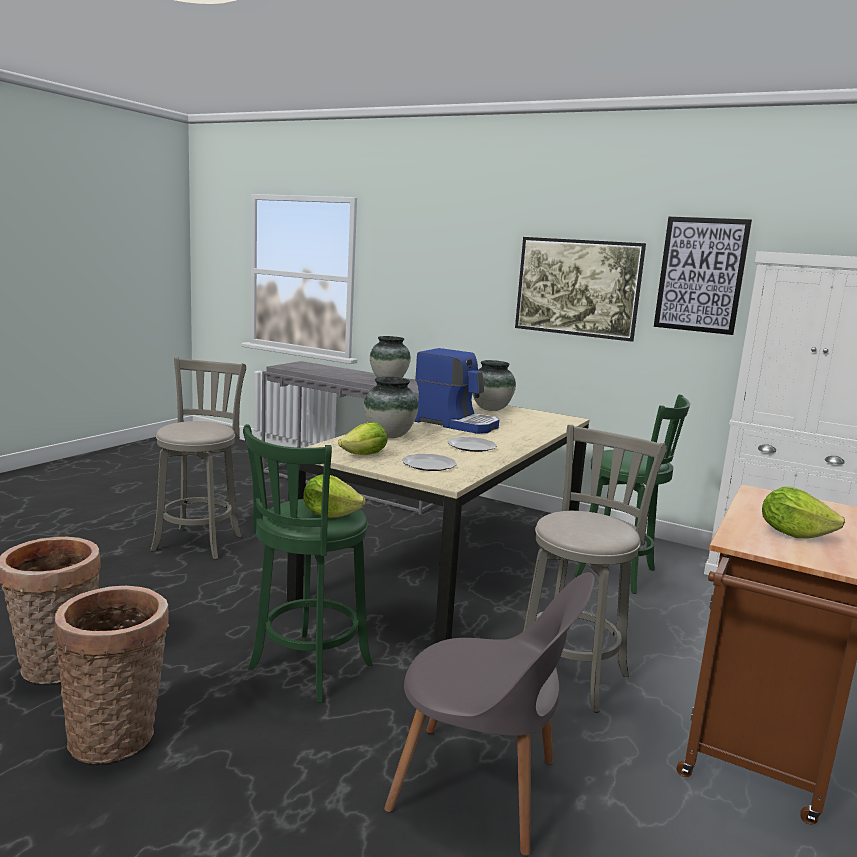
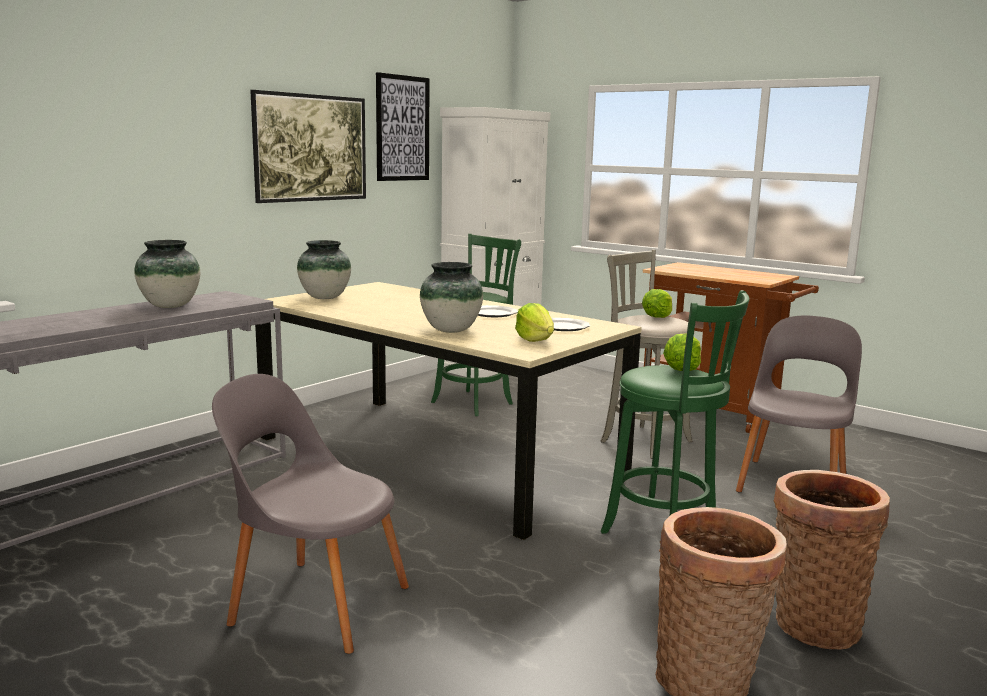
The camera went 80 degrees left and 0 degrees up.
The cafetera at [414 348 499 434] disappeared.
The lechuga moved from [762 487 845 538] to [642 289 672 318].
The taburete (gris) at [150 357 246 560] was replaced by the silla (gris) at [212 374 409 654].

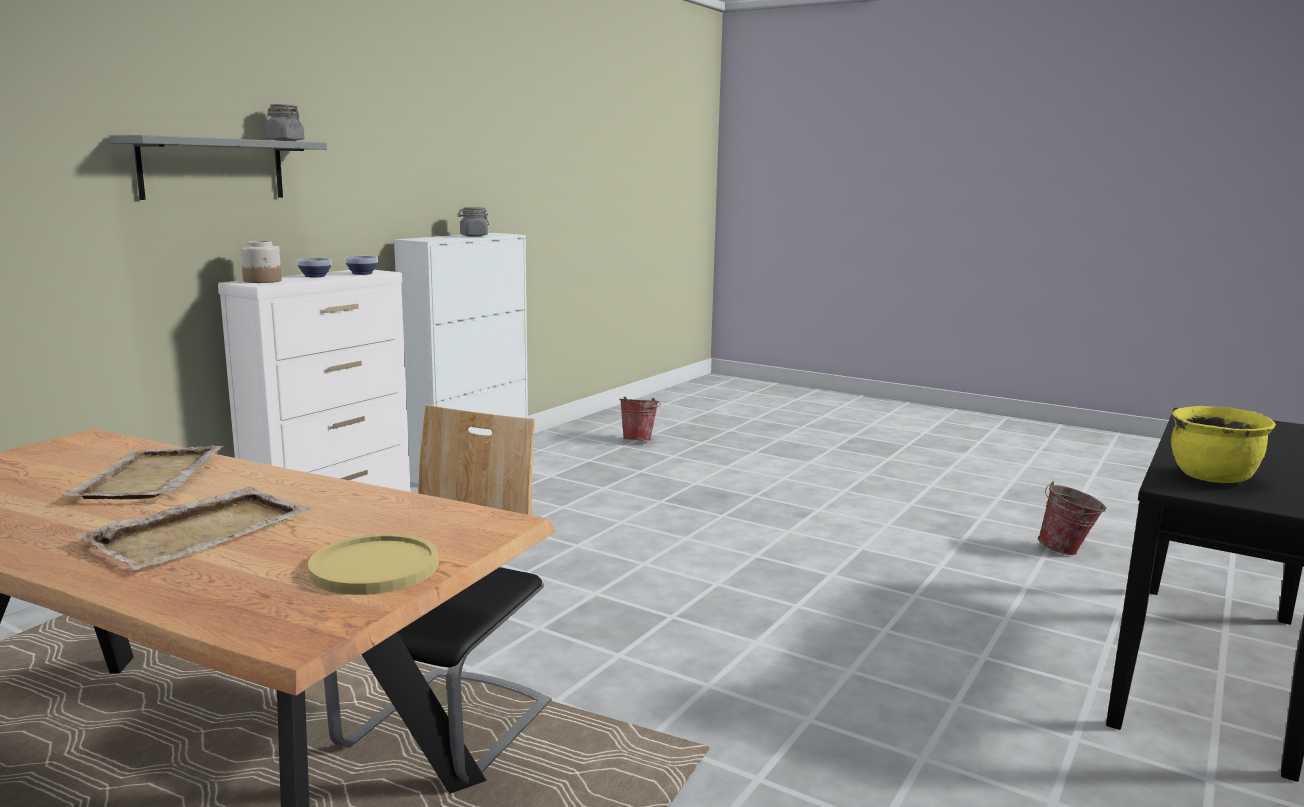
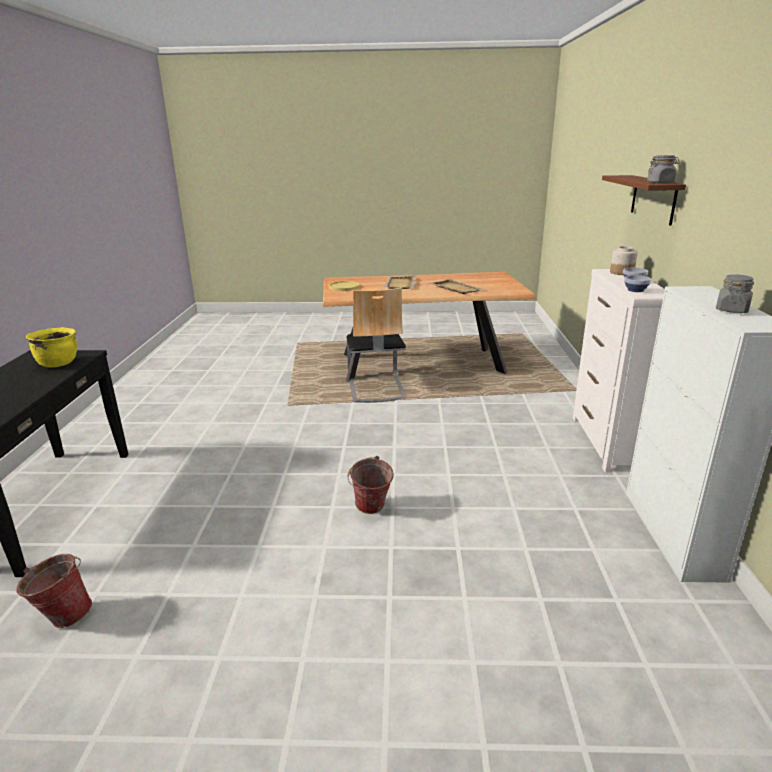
The camera went 150 degrees right and 10 degrees up.
The cubo moved from [619 397 661 441] to [347 456 394 514].
The estante (gris) at [110 135 327 200] became the estante (marrón) at [602 175 686 226].

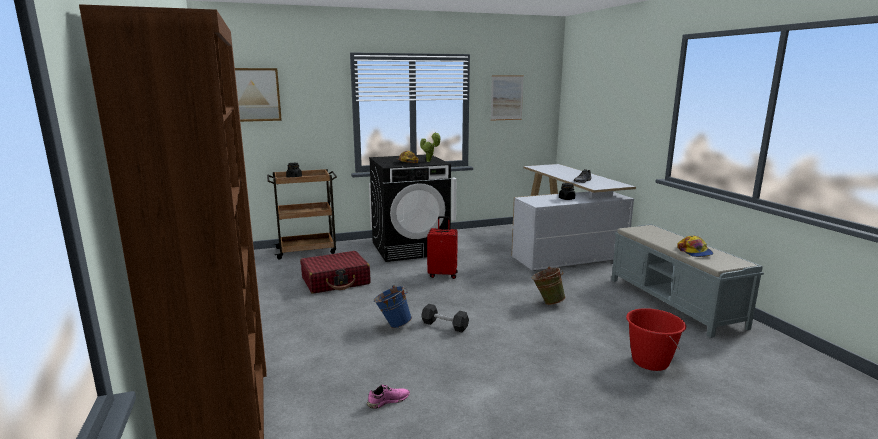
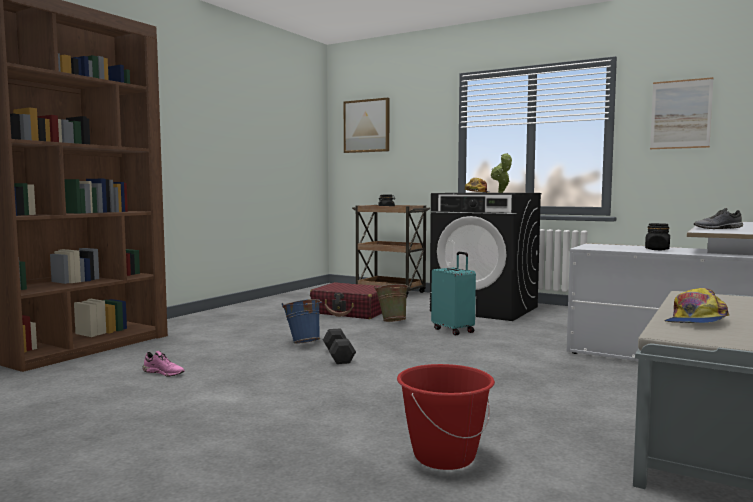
The camera went 50 degrees right and 10 degrees down.
The cubo (verde) moved from [532 266 566 305] to [375 284 409 322].
The maleta (rojo) at [427 216 458 279] became the maleta (turquesa) at [431 252 476 335].

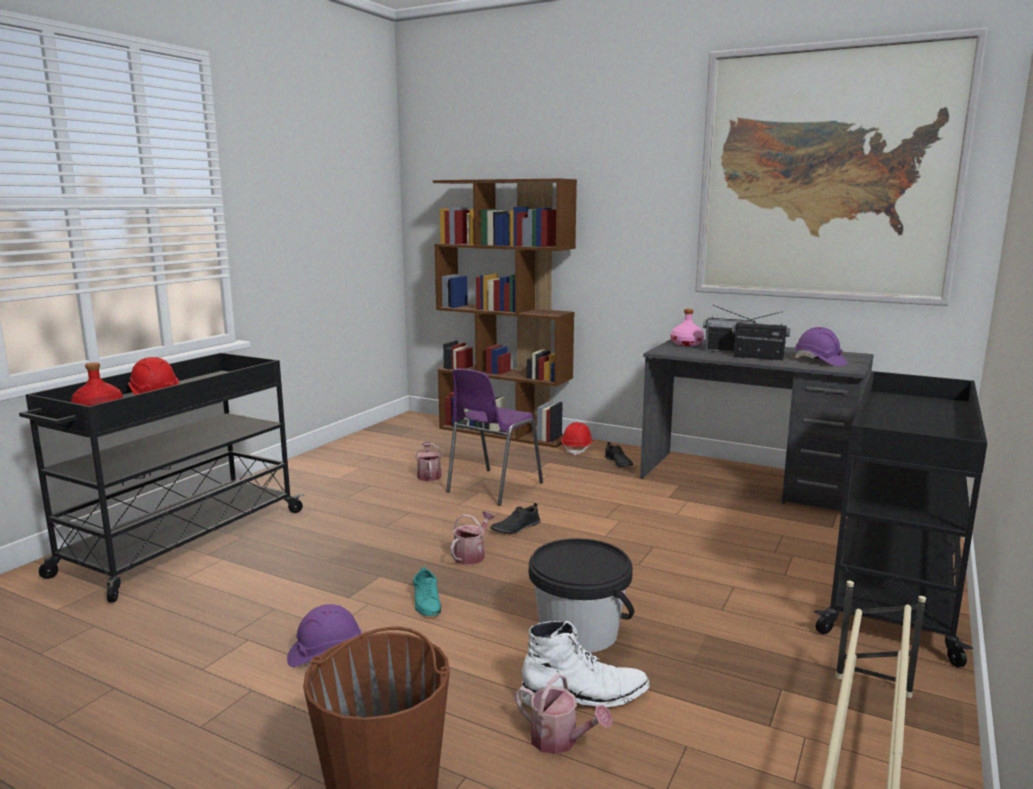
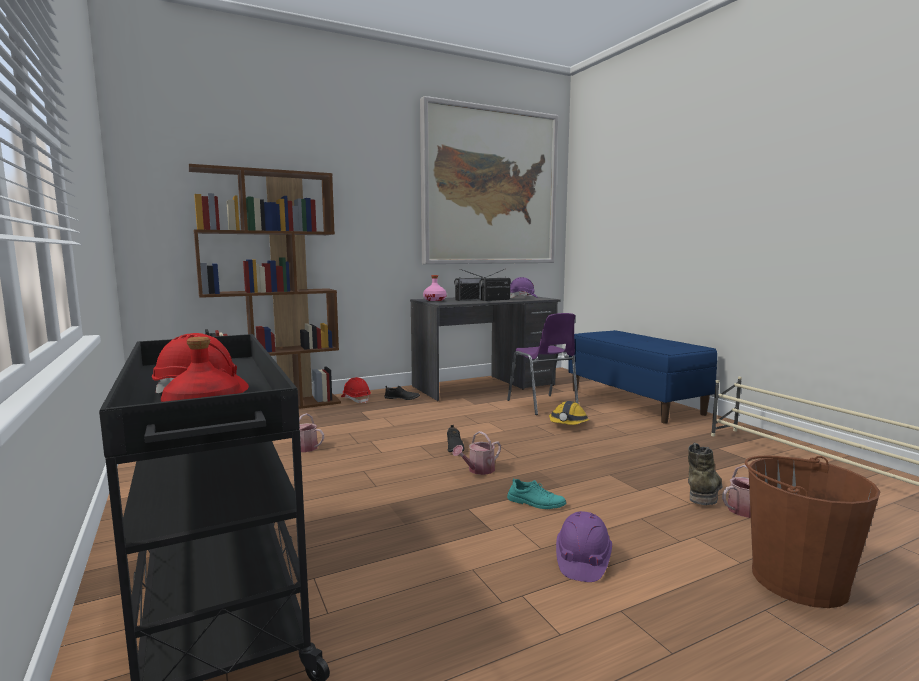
The camera went 55 degrees left and 5 degrees down.
The cubo (negro) at [529 538 634 653] disappeared.
The casco at [549 401 590 425] appeared.
The silla (morado) moved from [446 369 543 506] to [507 313 579 415].
The carrito (negro) at [814 371 987 667] was replaced by the banco (azul) at [568 330 717 424].
The bota (blanco) at [521 621 650 707] became the bota (verde) at [688 443 722 505].
The regadera at [450 511 494 565] turned 105 degrees counterclockwise.

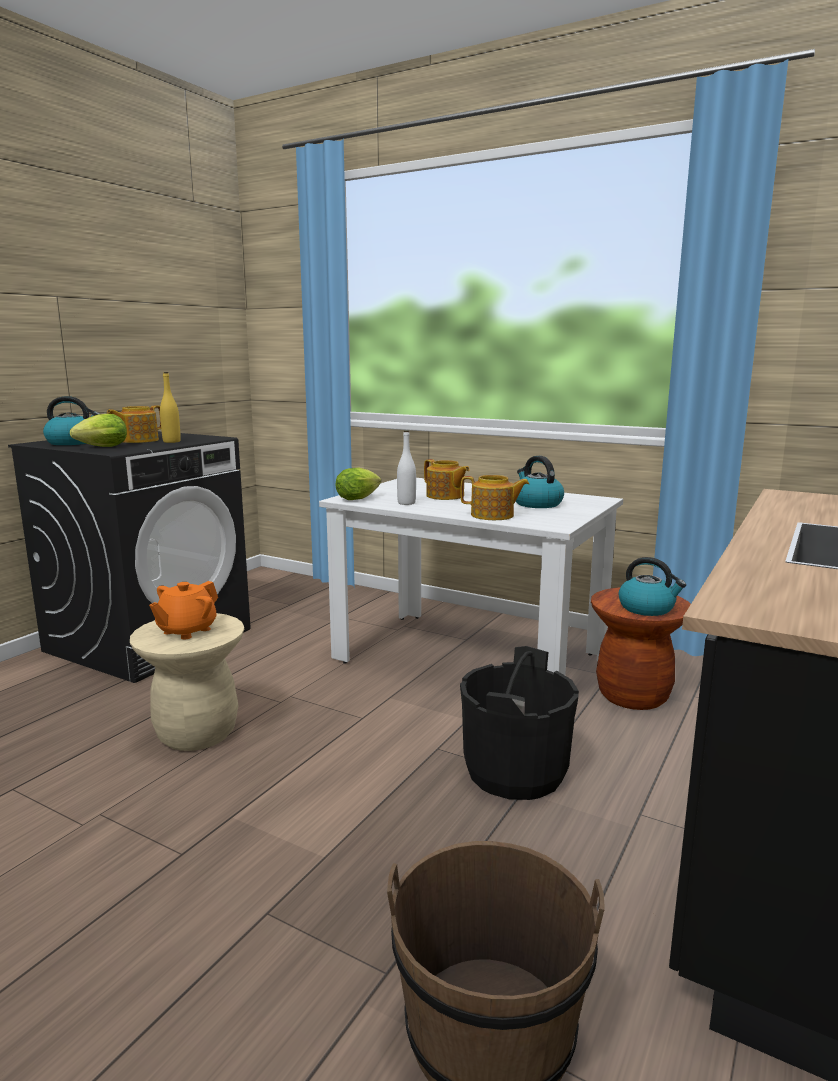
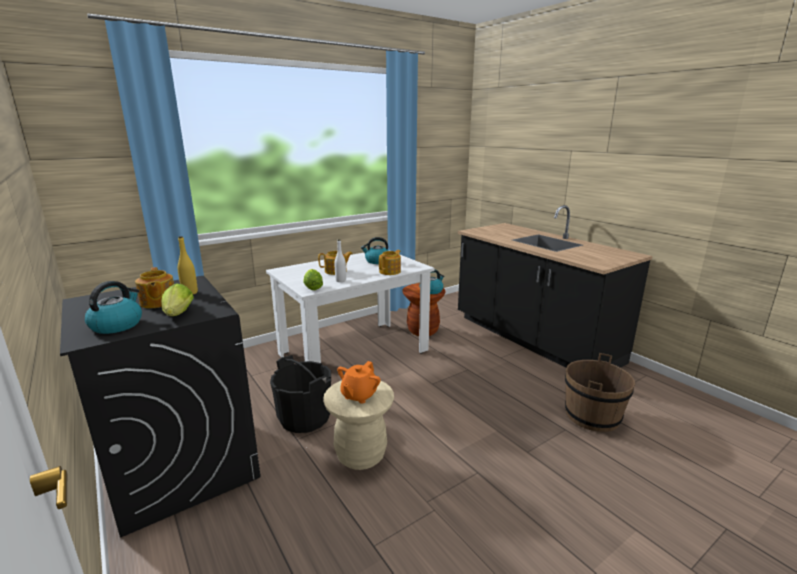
The camera went 65 degrees left and 5 degrees up.
The cubo (negro) moved from [460 646 579 800] to [270 355 331 433].
The tetera (naranja) at [149 581 218 639] turned 60 degrees clockwise.

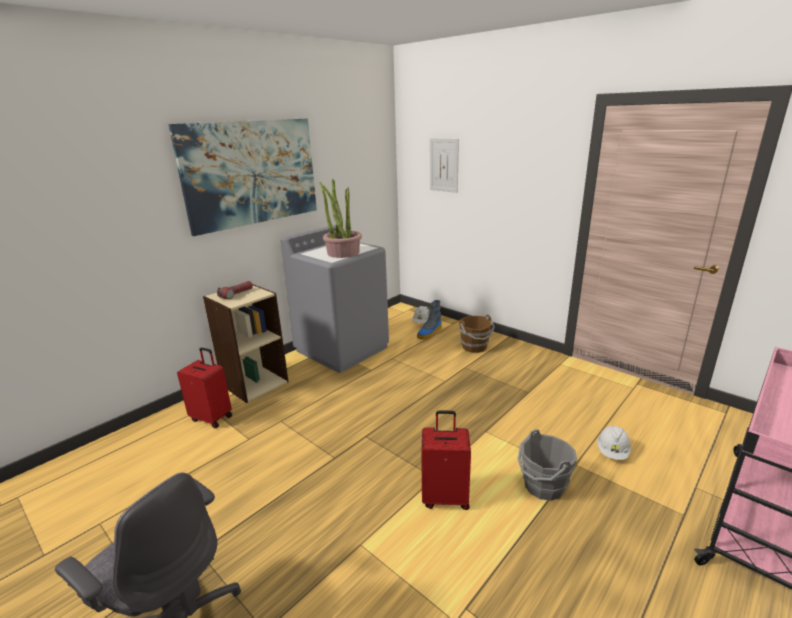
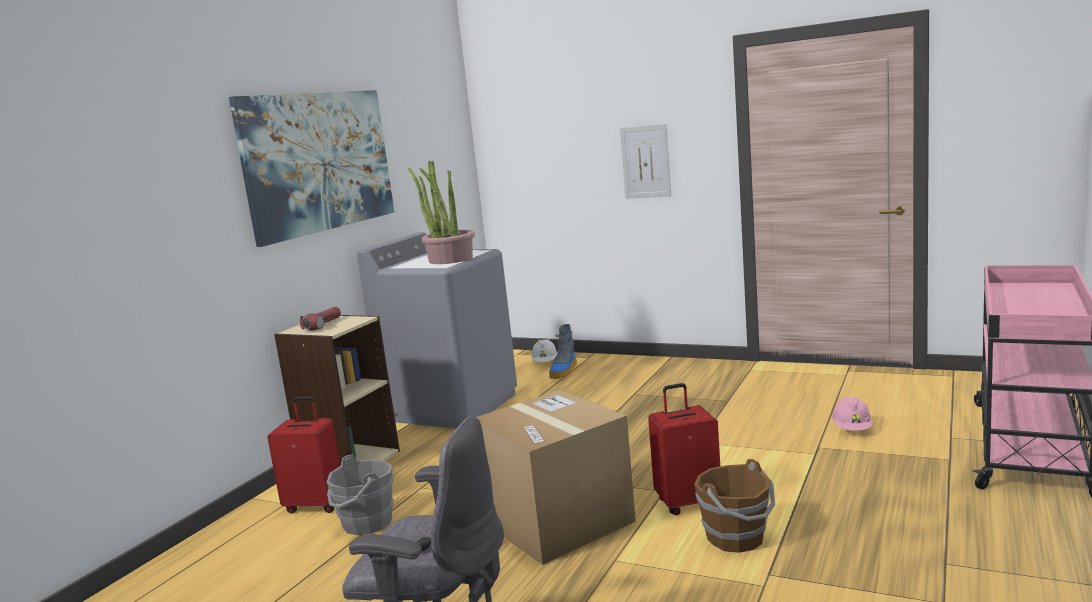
The camera went 15 degrees left and 10 degrees down.
The caja de cartón at [475 390 636 565] appeared.
The cuadro moved from [430 138 459 193] to [620 124 671 198].
The cubo (marrón) moved from [459 315 495 353] to [694 459 775 553].
The cubo (gris) moved from [518 429 577 501] to [327 454 394 535].
The casco (blanco) at [597 425 631 460] became the casco (rosa) at [832 397 872 431].

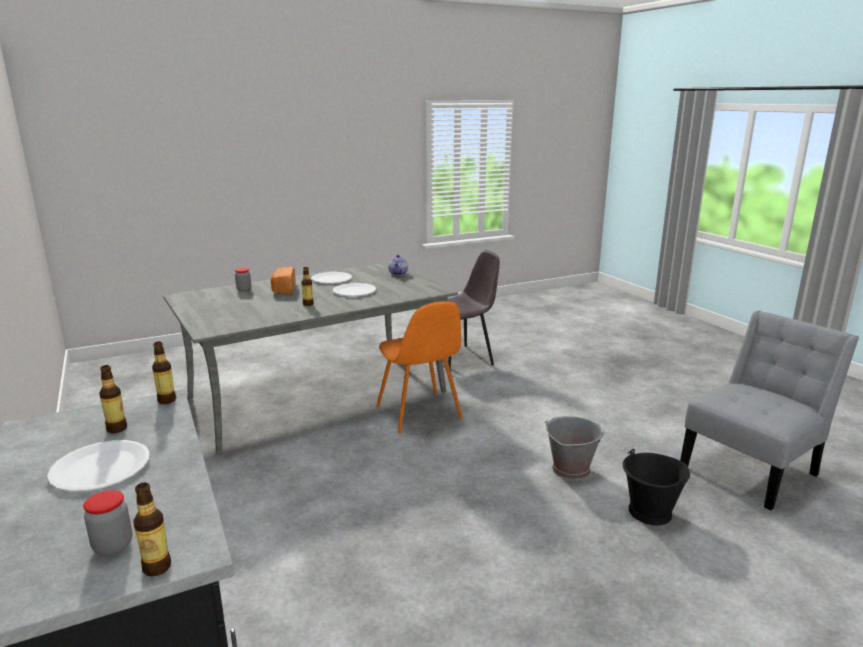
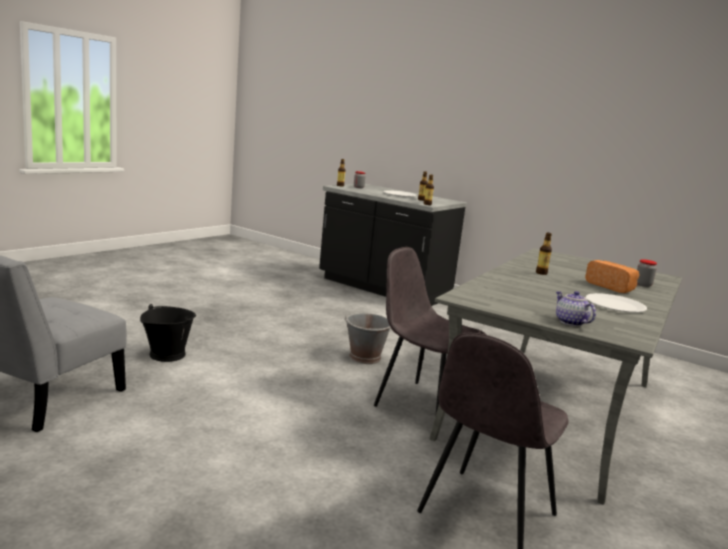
The camera went 150 degrees right and 5 degrees down.
The plato (blanco) at [333 283 376 296] disappeared.
The cubo (gris) moved from [545 416 606 480] to [344 313 391 364].
The silla (naranja) at [376 301 463 433] became the silla (gris) at [374 247 486 417].

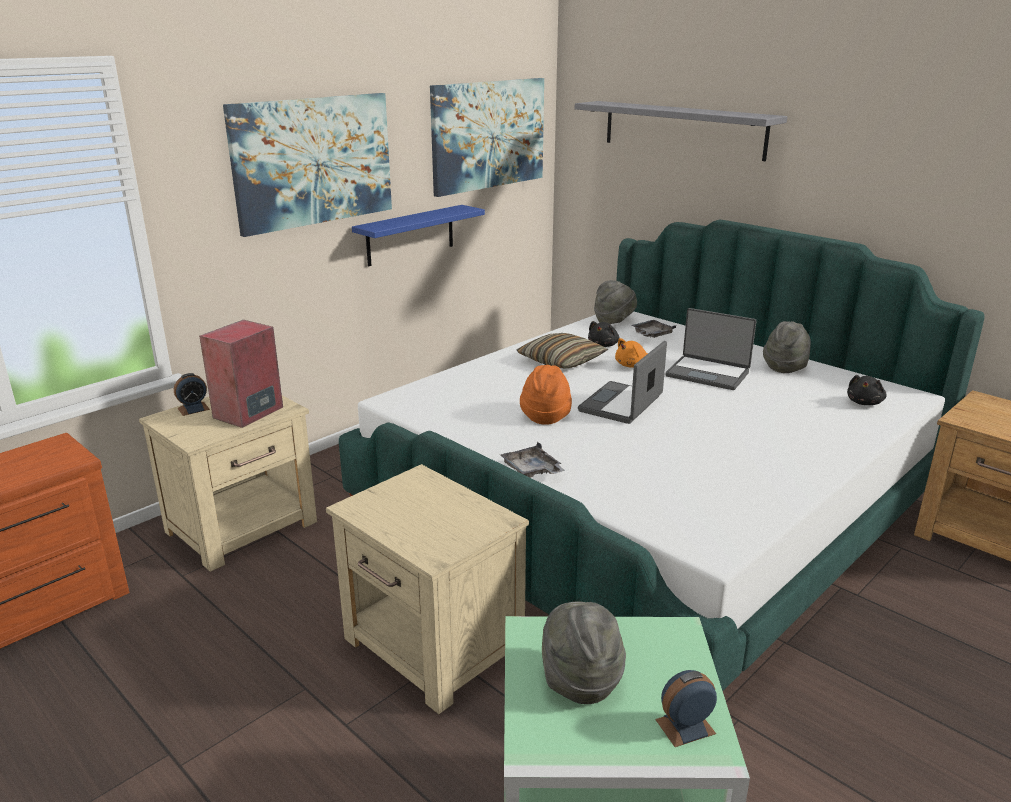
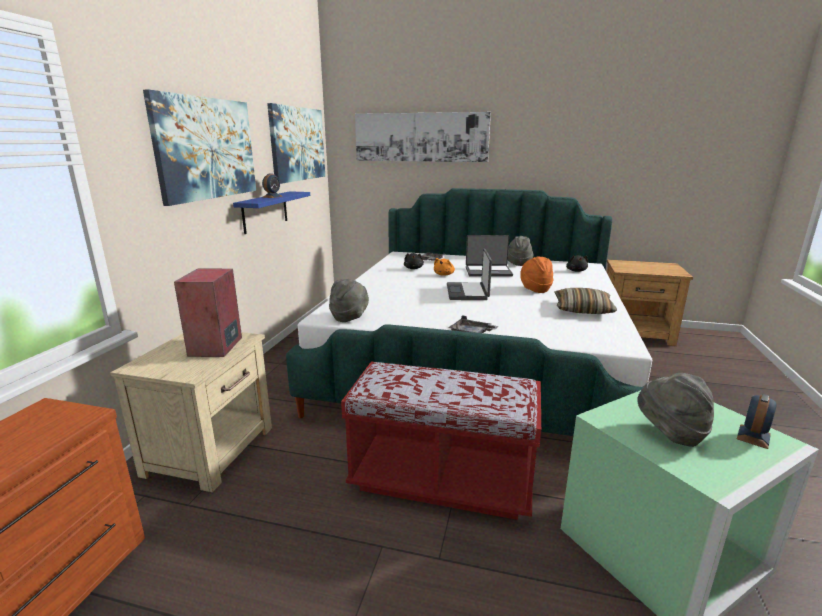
The camera went 30 degrees left and 5 degrees down.
The despertador moved from [174 373 210 416] to [262 173 283 198].
The cojín moved from [516 333 608 368] to [554 288 617 314].
The sombrero (naranja) moved from [520 365 572 425] to [520 256 553 293].
The sombrero (gris) moved from [594 280 637 324] to [329 279 369 322].
The mesita de noche (beis) at [326 464 529 714] was replaced by the banco (rojo) at [341 362 541 520].
The estante (gris) at [575 101 787 161] was replaced by the cuadro at [355 112 491 162].

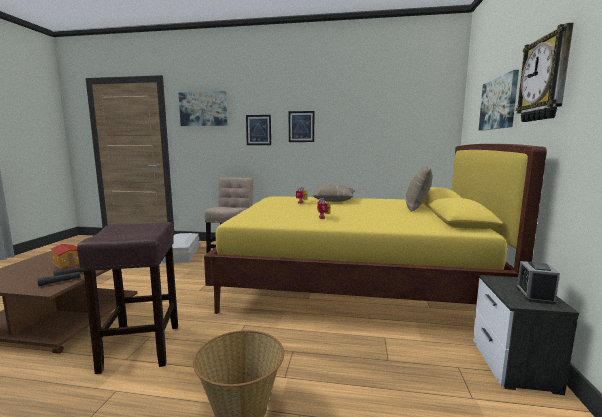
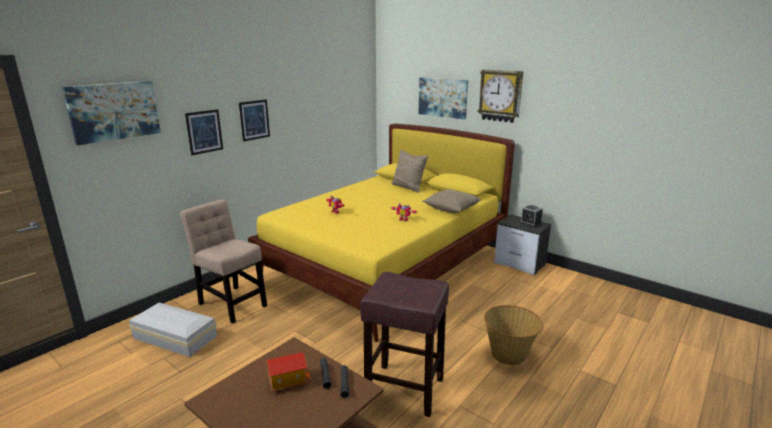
The camera went 60 degrees left and 10 degrees up.
The cojín (beis) moved from [312 184 355 202] to [423 189 481 213].

